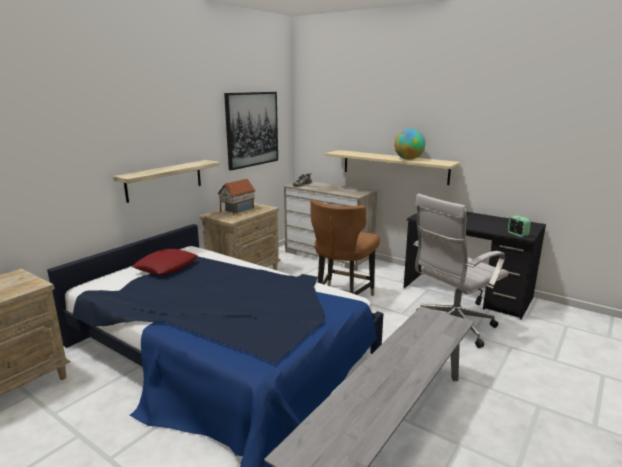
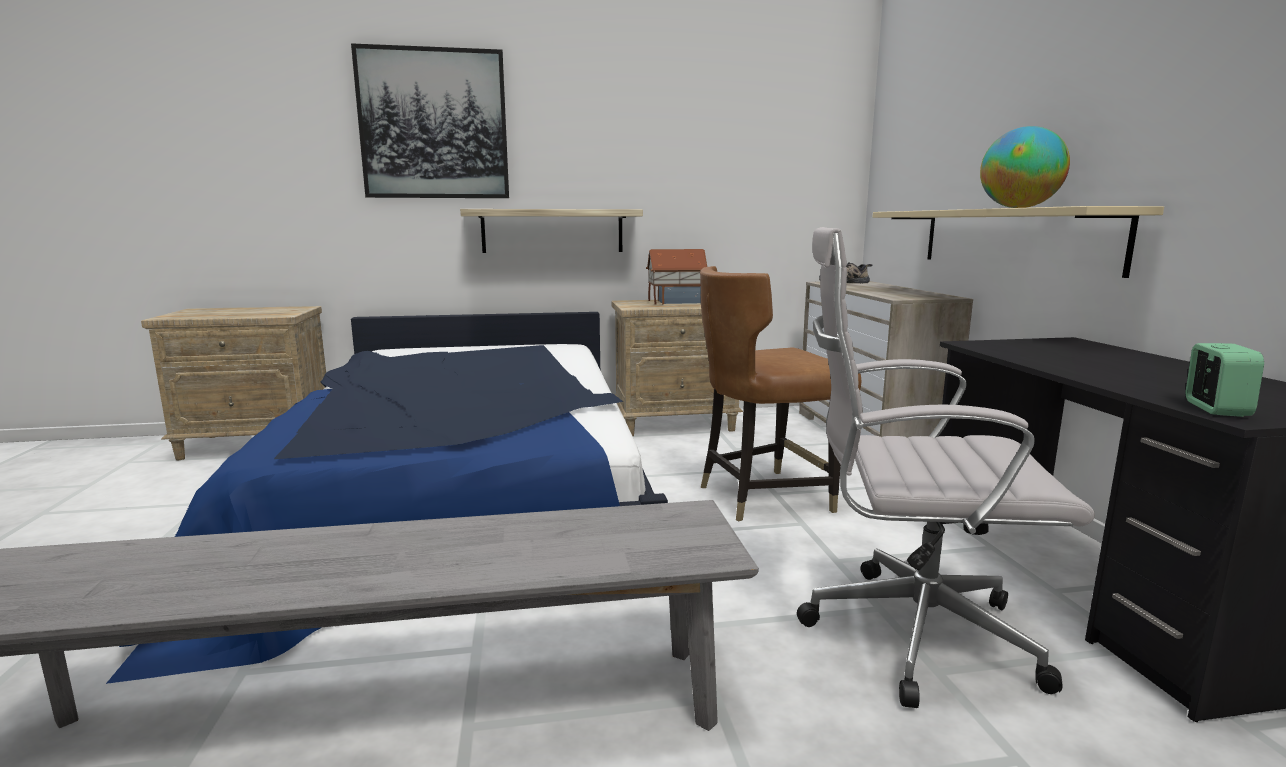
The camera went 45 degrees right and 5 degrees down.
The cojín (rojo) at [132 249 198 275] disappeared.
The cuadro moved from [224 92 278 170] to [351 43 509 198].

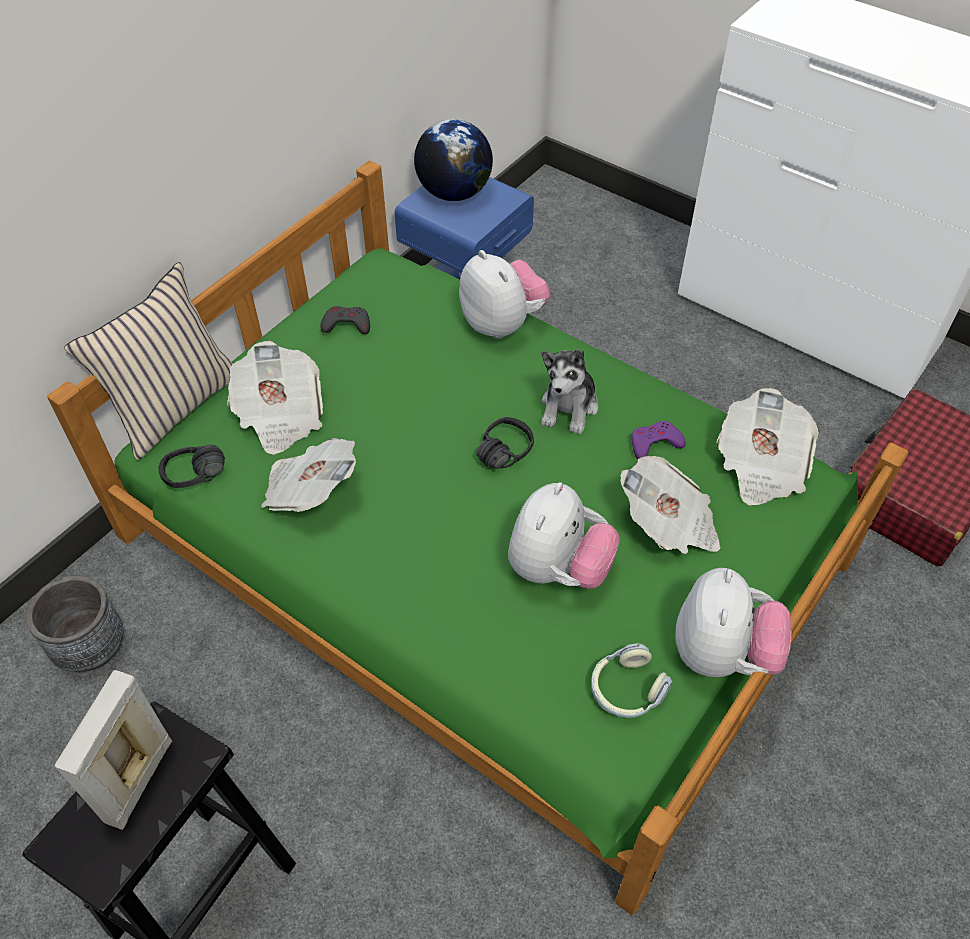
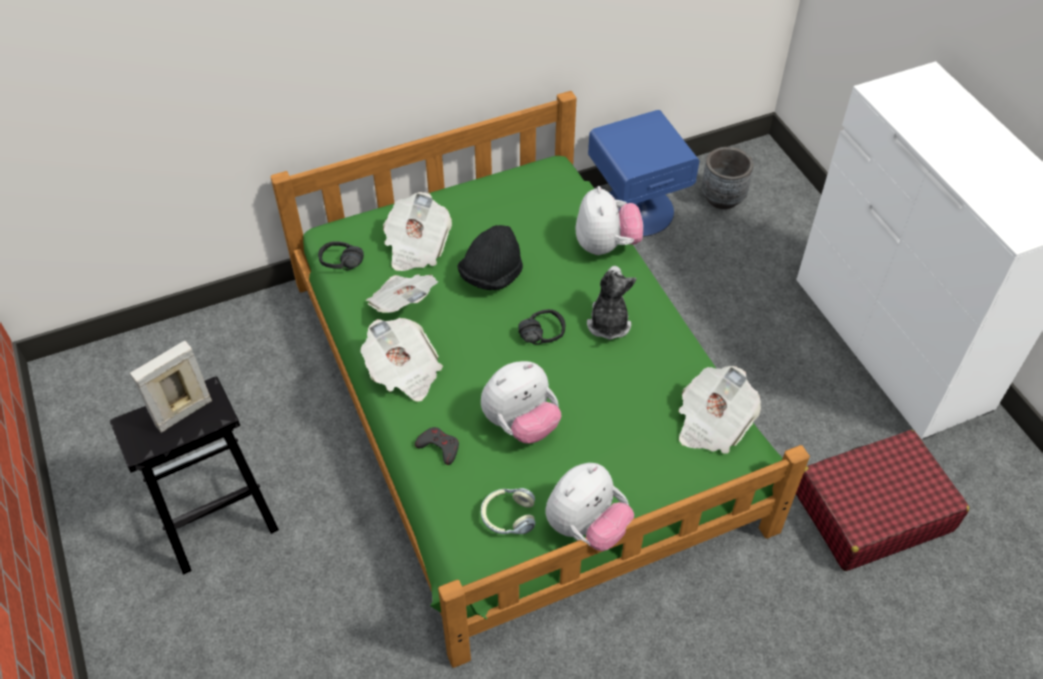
The camera went 30 degrees right and 0 degrees up.
The cojín (beis) at [64 262 233 460] disappeared.
The globo terráqueo at [414 119 493 201] disappeared.
The mando de consola (morado) at [632 421 686 459] disappeared.
The sombrero (negro) at [457 225 523 290] appeared.
The maceta (gris) moved from [26 575 124 672] to [701 147 754 209].
The mando de consola (gris) moved from [321 306 370 334] to [415 427 459 465].
The periódico moved from [621 456 721 554] to [361 318 443 402].
The peluche at [541 349 598 434] turned 135 degrees clockwise.

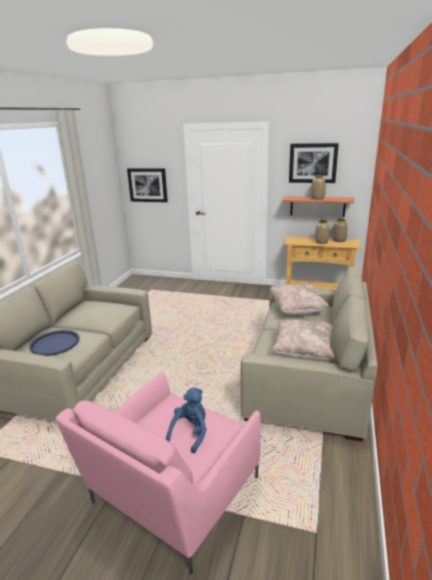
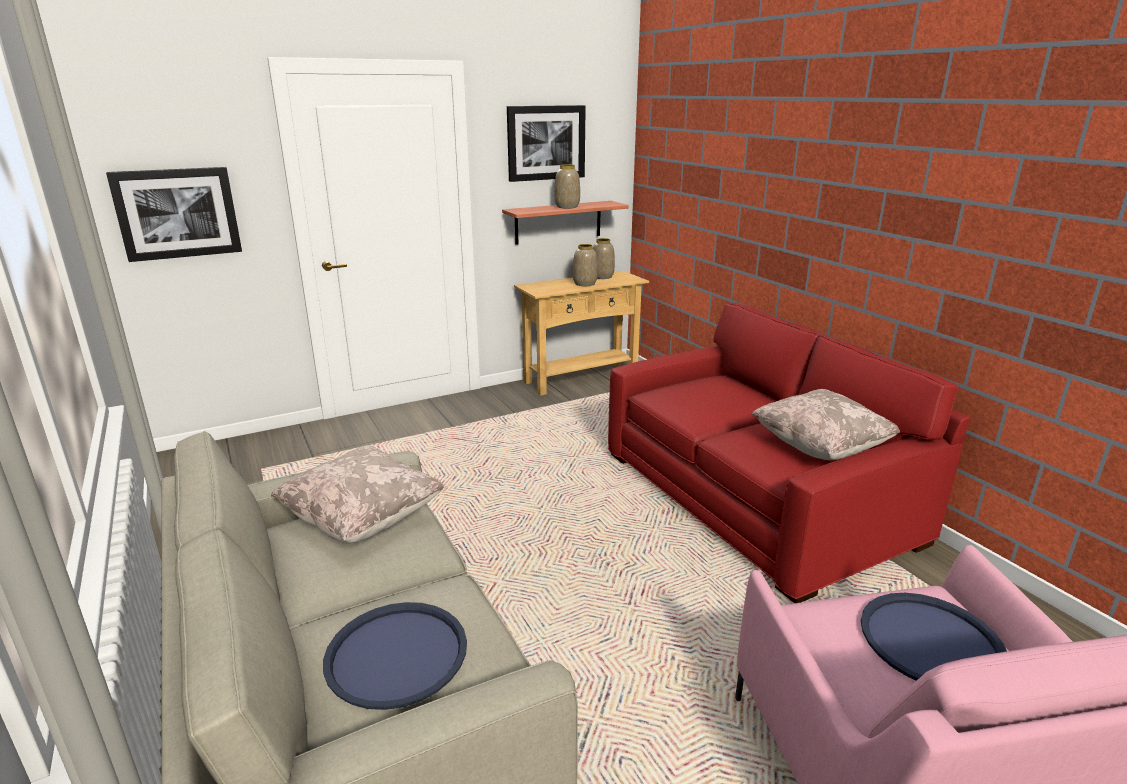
The camera went 45 degrees left and 0 degrees up.
The cojín (beis) moved from [269 284 329 315] to [271 445 444 543].
The peluche (azul) at [166 388 206 453] was replaced by the bandeja (azul) at [861 593 1007 681].
The sofá (beis) at [240 266 378 442] became the sofá (rojo) at [608 302 970 603].

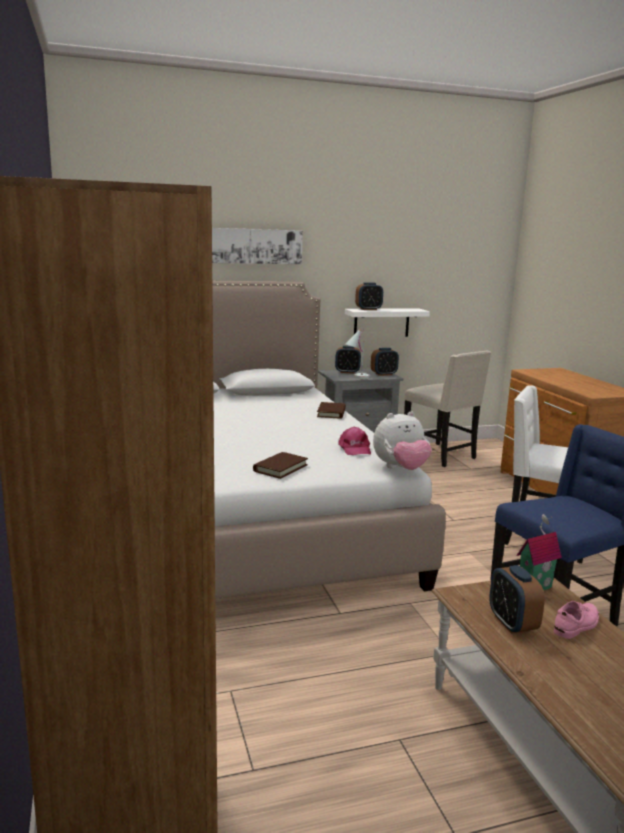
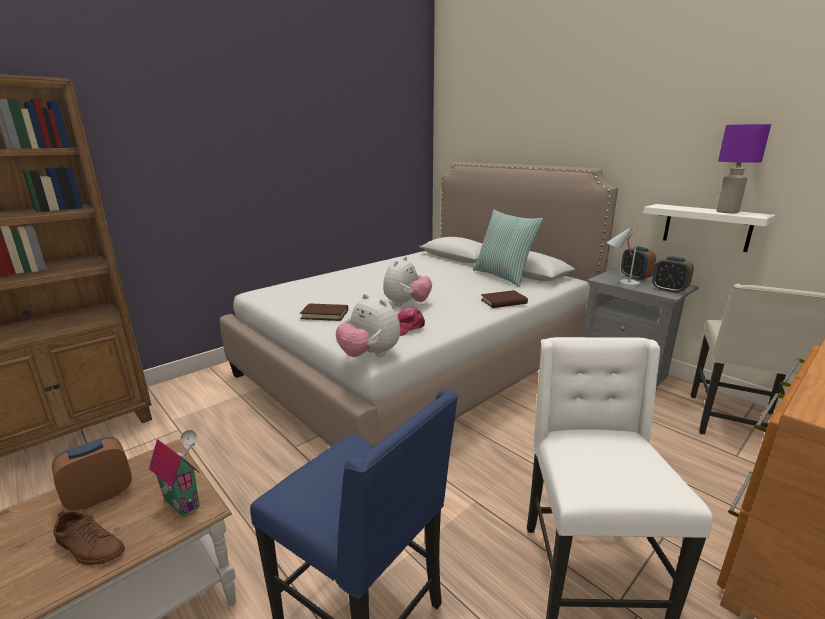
The camera went 65 degrees right and 5 degrees up.
The cuadro at [212 228 303 264] disappeared.
The despertador at [355 282 383 310] disappeared.
The peluche at [383 257 432 306] appeared.
The cojín at [473 210 543 287] appeared.
The lámpara de mesa (morado) at [716 124 771 213] appeared.
The zapato (rosa) at [553 601 599 639] became the zapato (marrón) at [53 510 125 565].

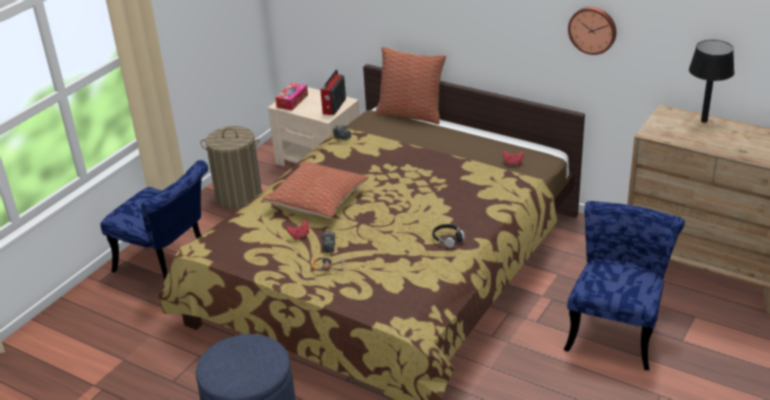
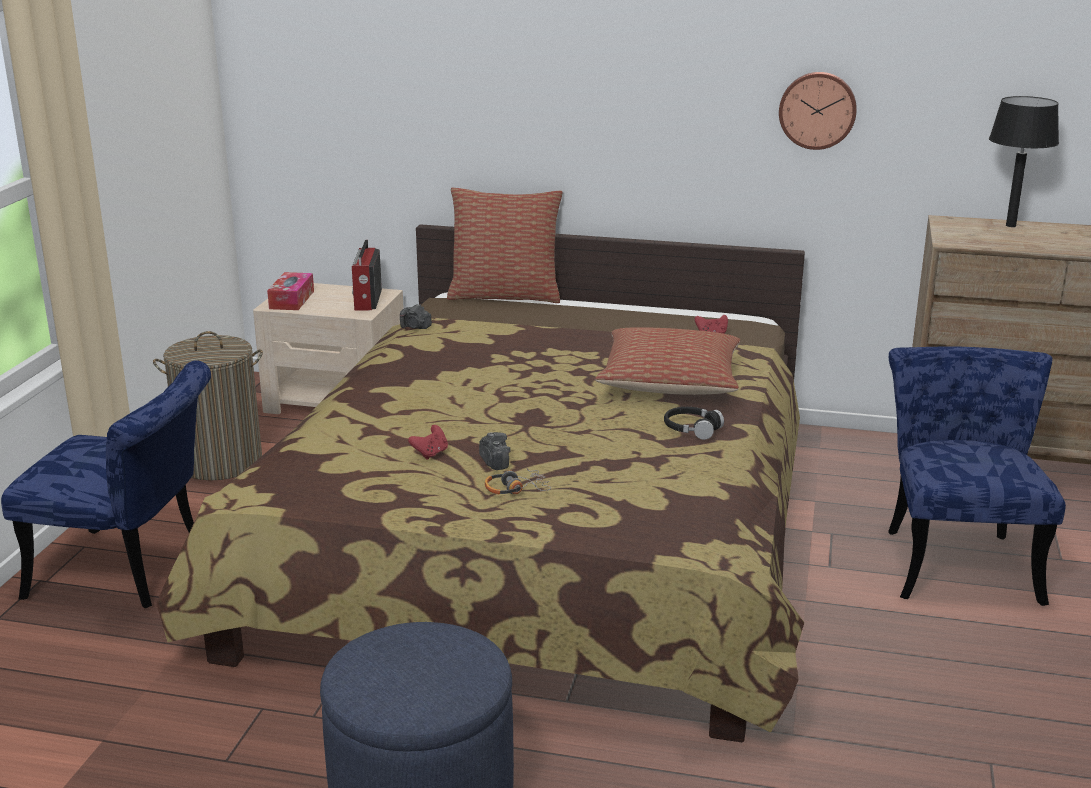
The camera went 20 degrees left and 10 degrees down.
The cojín moved from [262 161 369 218] to [595 327 740 395].

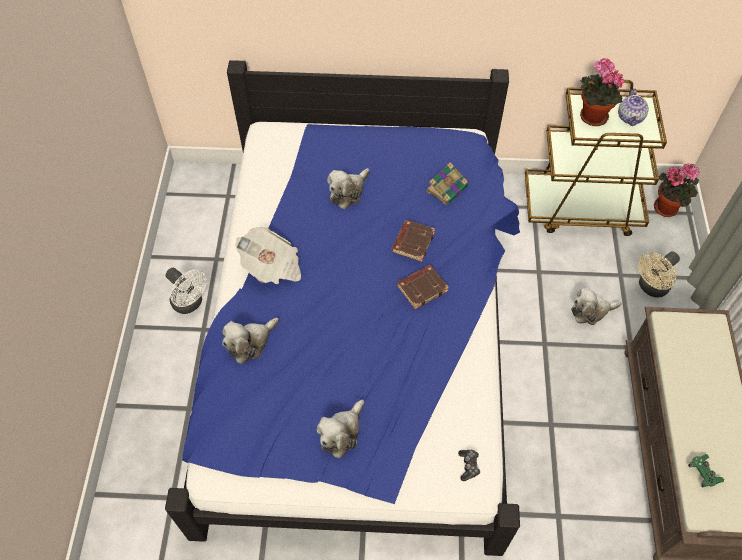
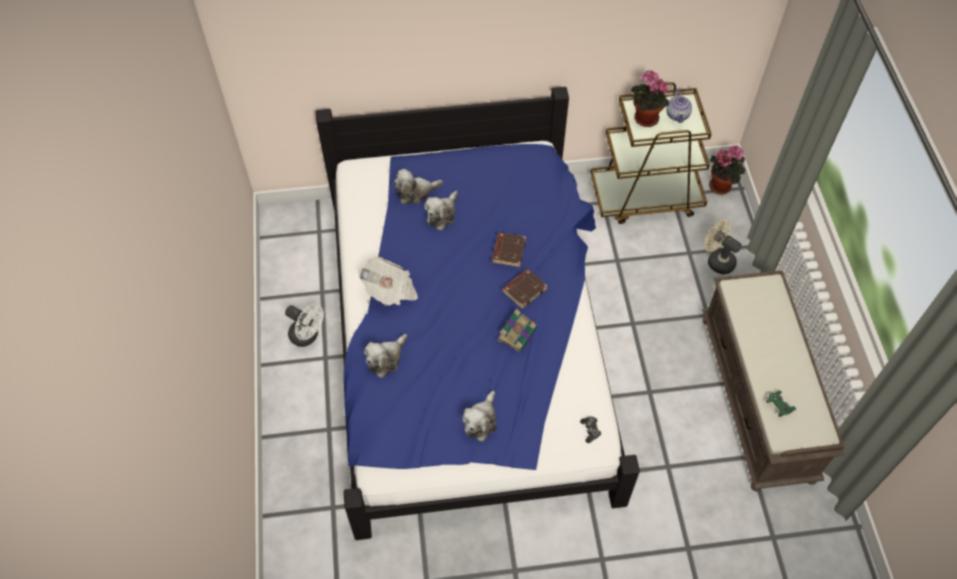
The camera went 10 degrees left and 0 degrees up.
The libro moved from [426 162 468 205] to [497 309 537 352].
The peluche moved from [571 287 622 325] to [393 169 443 204].
The ventilador (beis) at [638 252 680 297] turned 90 degrees clockwise.

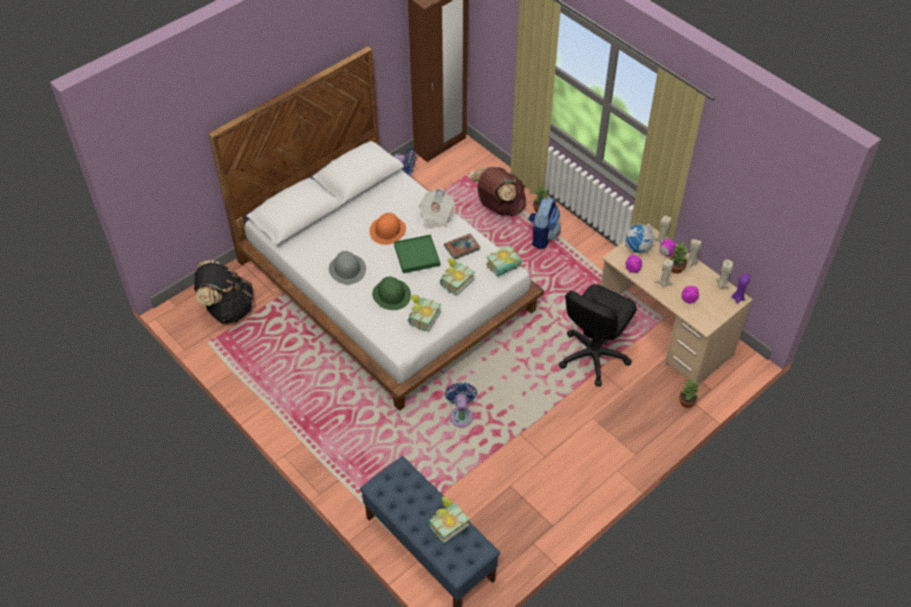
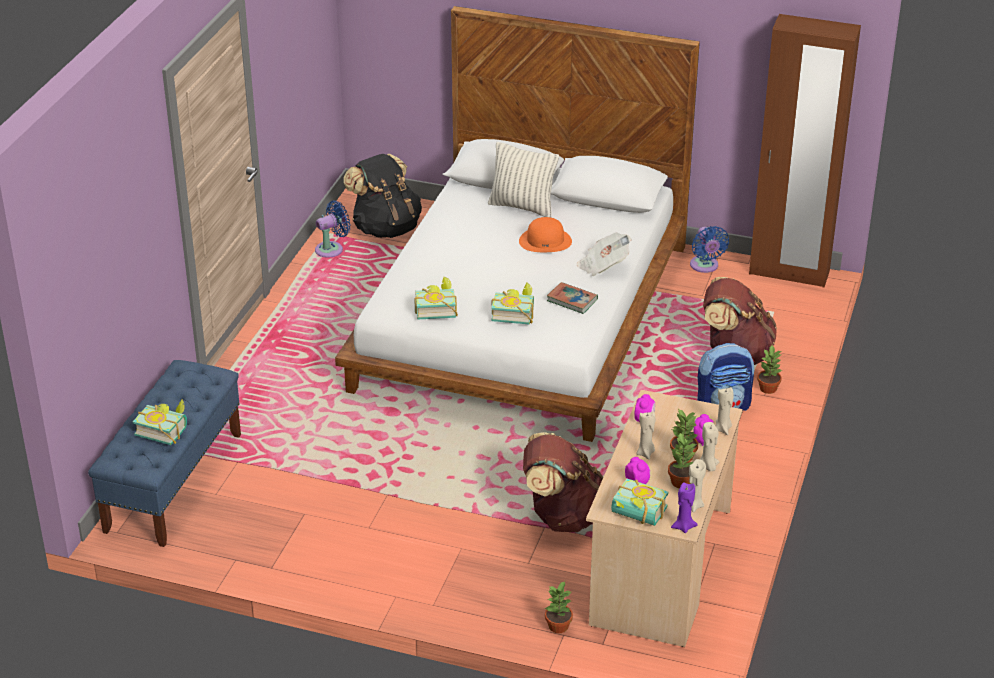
The camera went 60 degrees right and 15 degrees down.
The sombrero (gris) at [329 251 366 284] disappeared.
The sombrero (verde) at [372 277 411 310] disappeared.
The bandeja (verde) at [394 235 440 273] disappeared.
The globo terráqueo at [625 223 655 253] disappeared.
The cojín at [488 142 559 217] appeared.
The planta en maceta at [668 433 696 488] appeared.
The ventilador (azul) moved from [445 382 477 427] to [315 201 350 258].
The libro moved from [486 246 522 277] to [611 479 669 526].
The silla de oficina (negro) at [559 284 637 386] was replaced by the mochila (marrón) at [523 432 603 532].

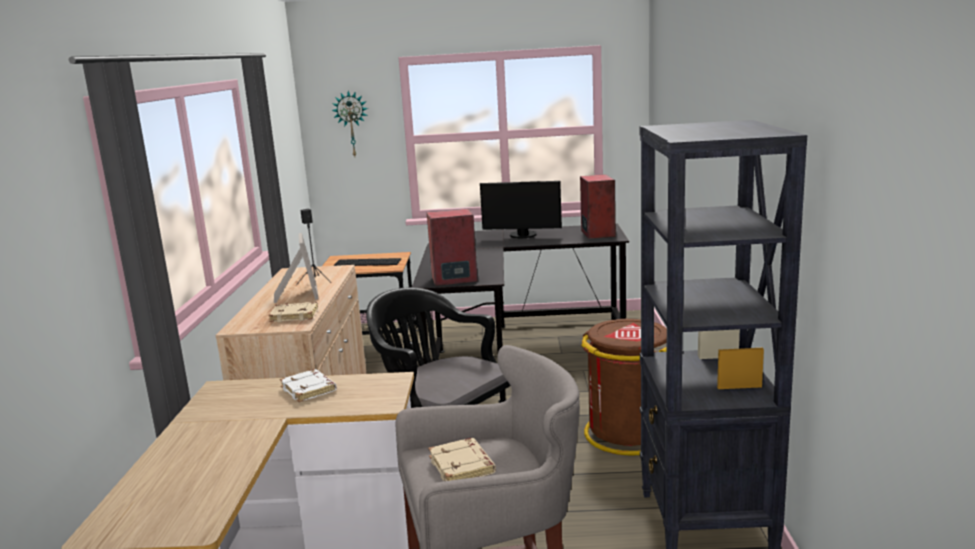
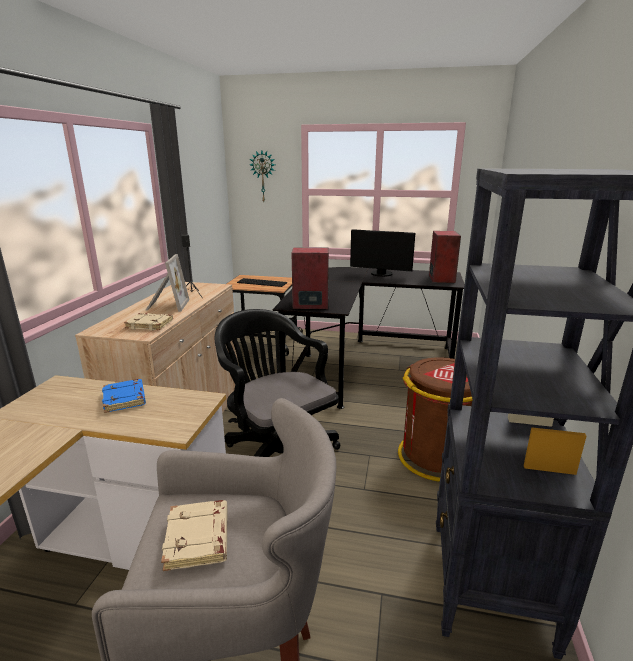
The camera went 10 degrees right and 5 degrees up.
The libro (blanco) at [280 369 337 402] became the libro (azul) at [102 379 146 413].

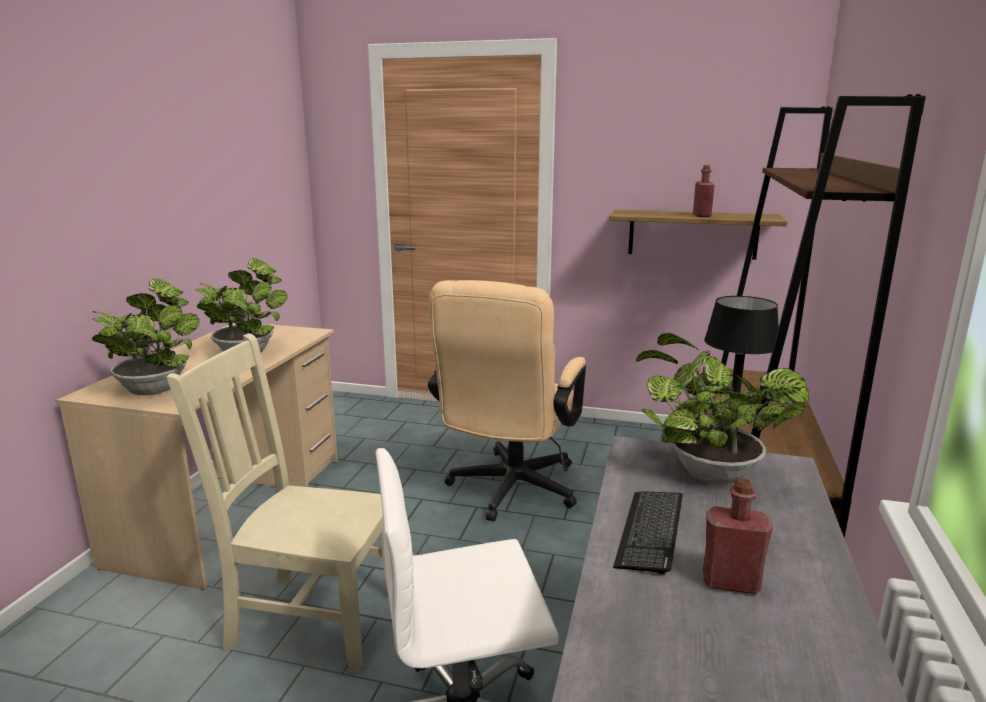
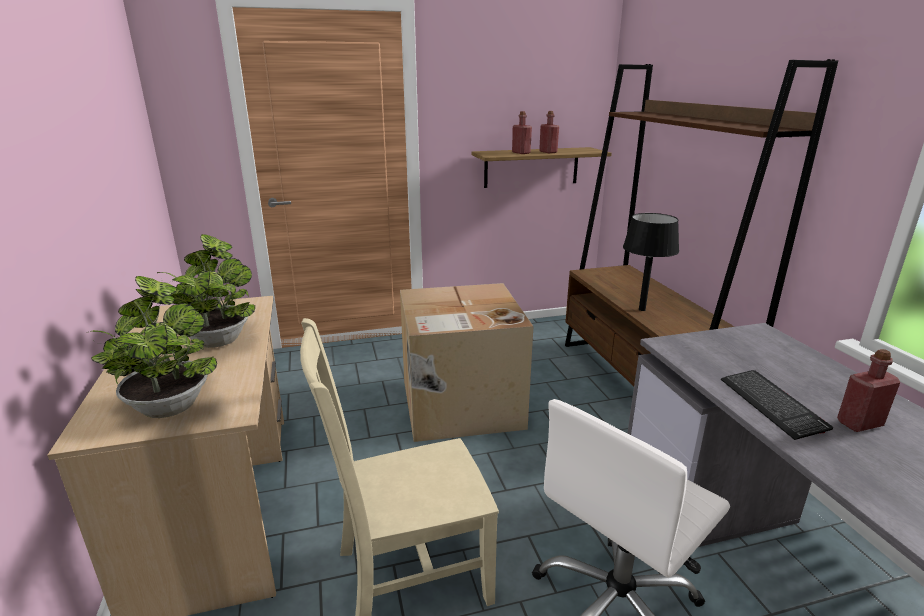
The camera went 30 degrees left and 5 degrees up.
The planta en maceta at [636 333 809 485] disappeared.
The botella (rojo) at [512 111 532 154] appeared.
The silla de oficina (beis) at [428 280 586 521] was replaced by the caja de cartón at [400 283 533 442].

